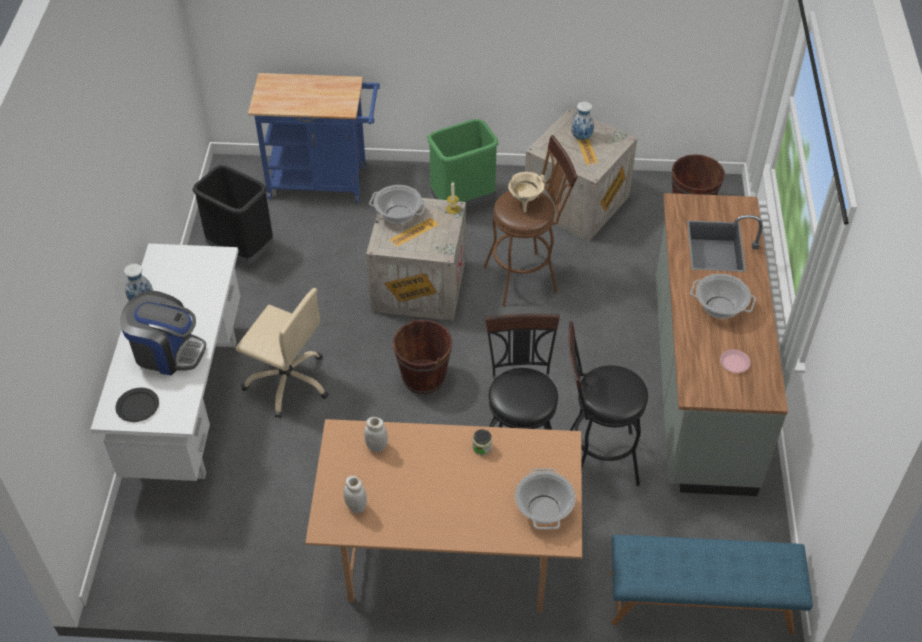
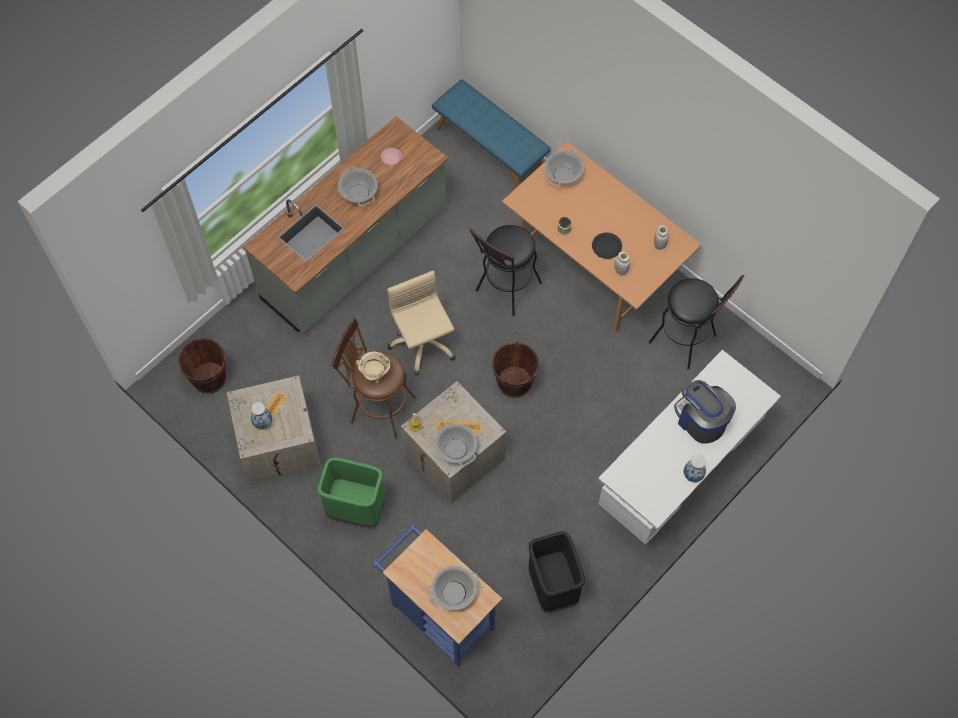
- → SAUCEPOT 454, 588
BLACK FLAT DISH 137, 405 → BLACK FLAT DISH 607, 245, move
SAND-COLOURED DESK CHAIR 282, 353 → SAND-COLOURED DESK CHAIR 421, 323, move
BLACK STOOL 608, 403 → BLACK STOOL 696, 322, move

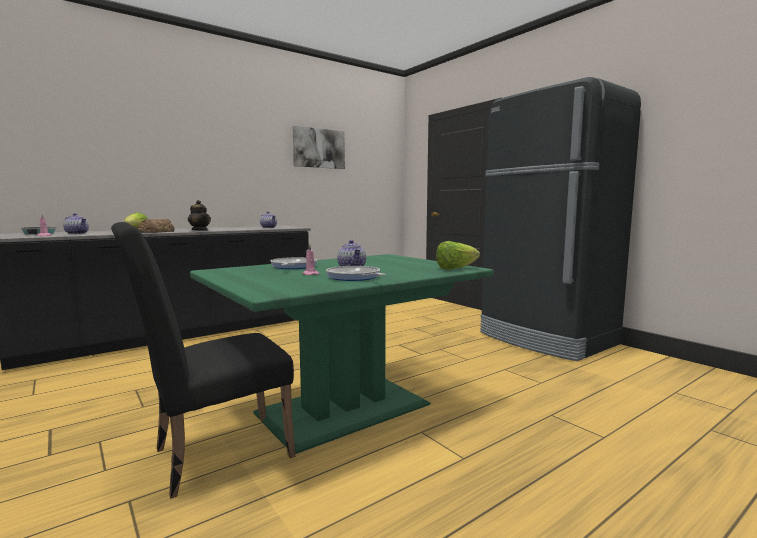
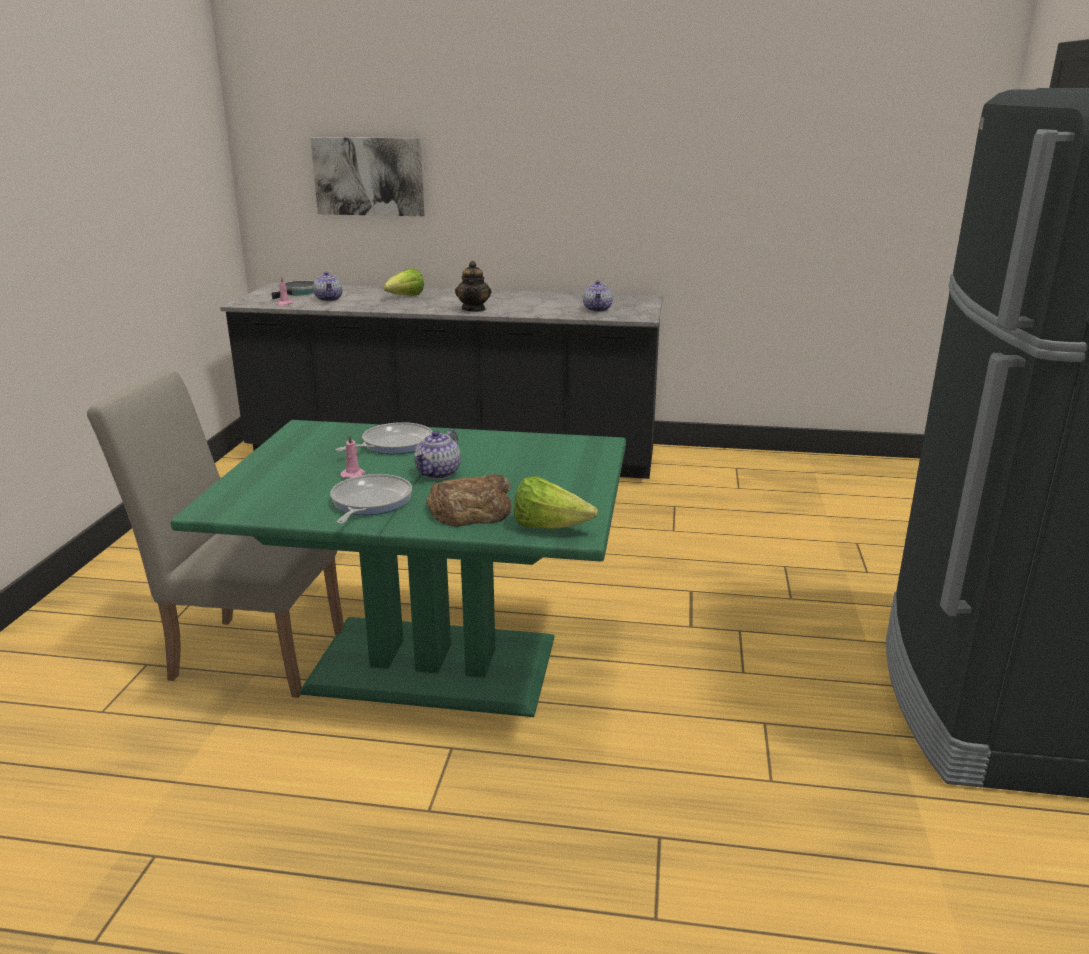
BREAD 155, 226 → BREAD 469, 500, move
WALL ART 319, 147 → WALL ART 367, 176, move
BLACK UPRIGHT CHAIR 203, 360 → SAND-COLOURED UPRIGHT CHAIR 215, 533

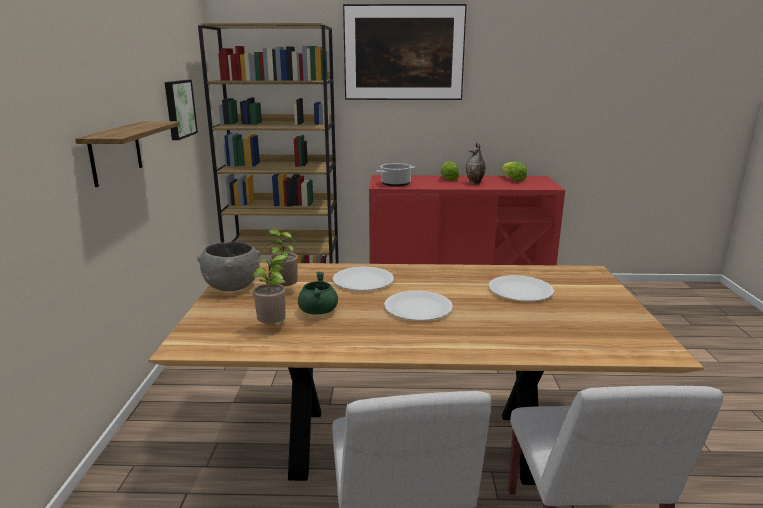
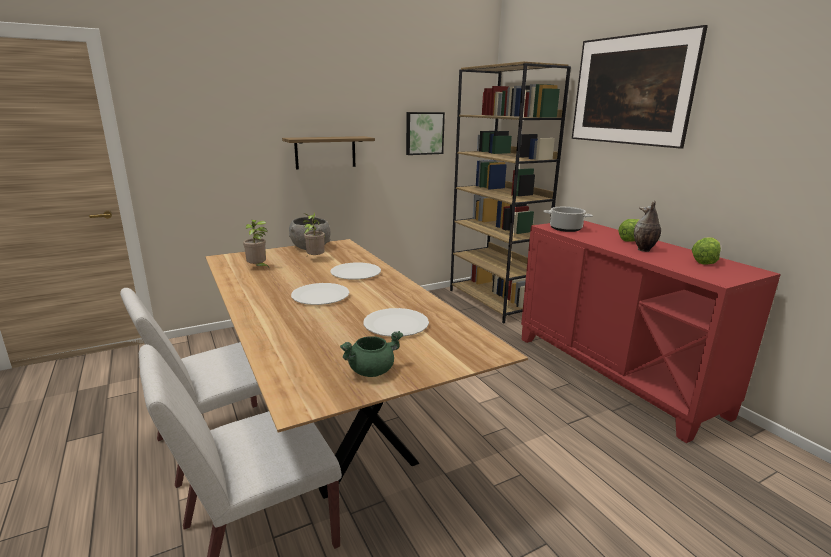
GREEN SAUCEPOT 318, 293 → GREEN SAUCEPOT 371, 354, move

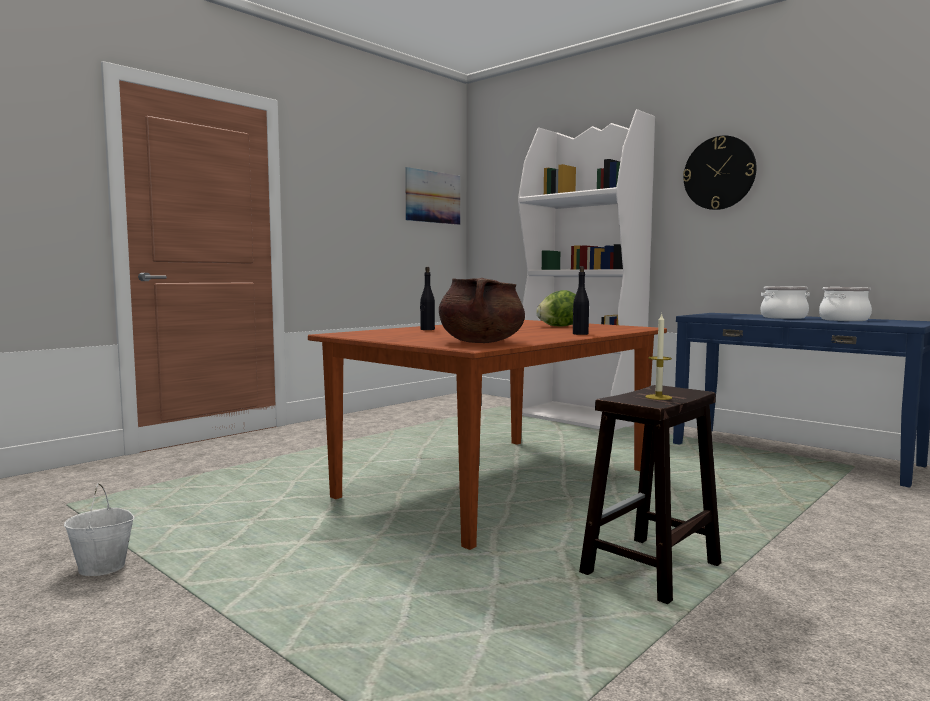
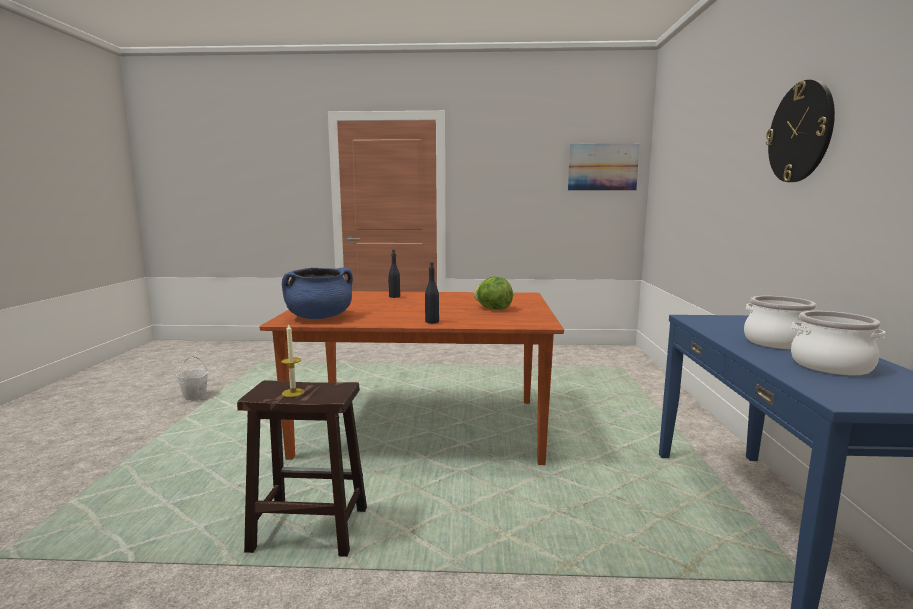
WHITE BOOKCASE 586, 269 → -
BROWN SAUCEPOT 482, 310 → BLUE-COLOURED SAUCEPOT 317, 293

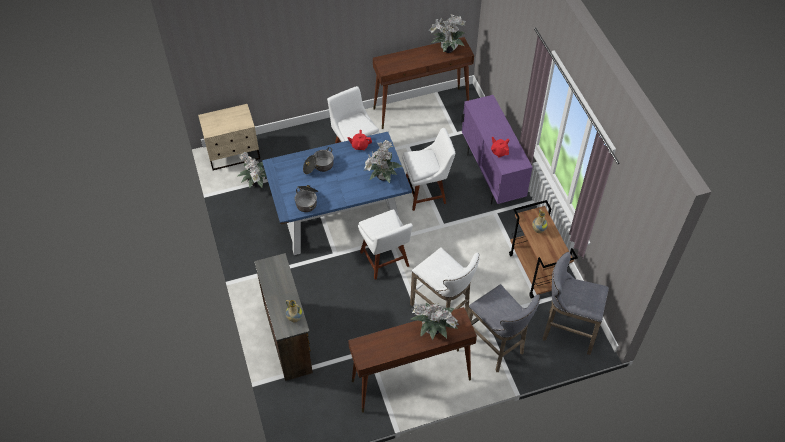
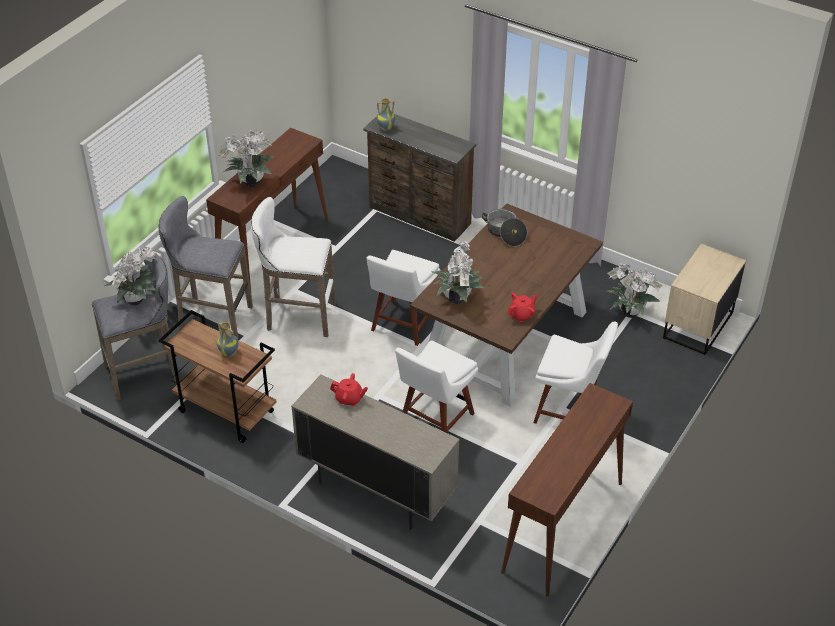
SAUCEPOT 318, 160 → -
POTTED PLANT 447, 33 → POTTED PLANT 130, 276, move
BLUE-COLOURED DINNER TABLE 337, 193 → BROWN DINNER TABLE 506, 305
PURPLE STORAGE CABINET 497, 149 → SAND-COLOURED STORAGE CABINET 375, 452
WHITE UPRIGHT CHAIR 385, 244 → WHITE UPRIGHT CHAIR 403, 298, 90 degrees counterclockwise

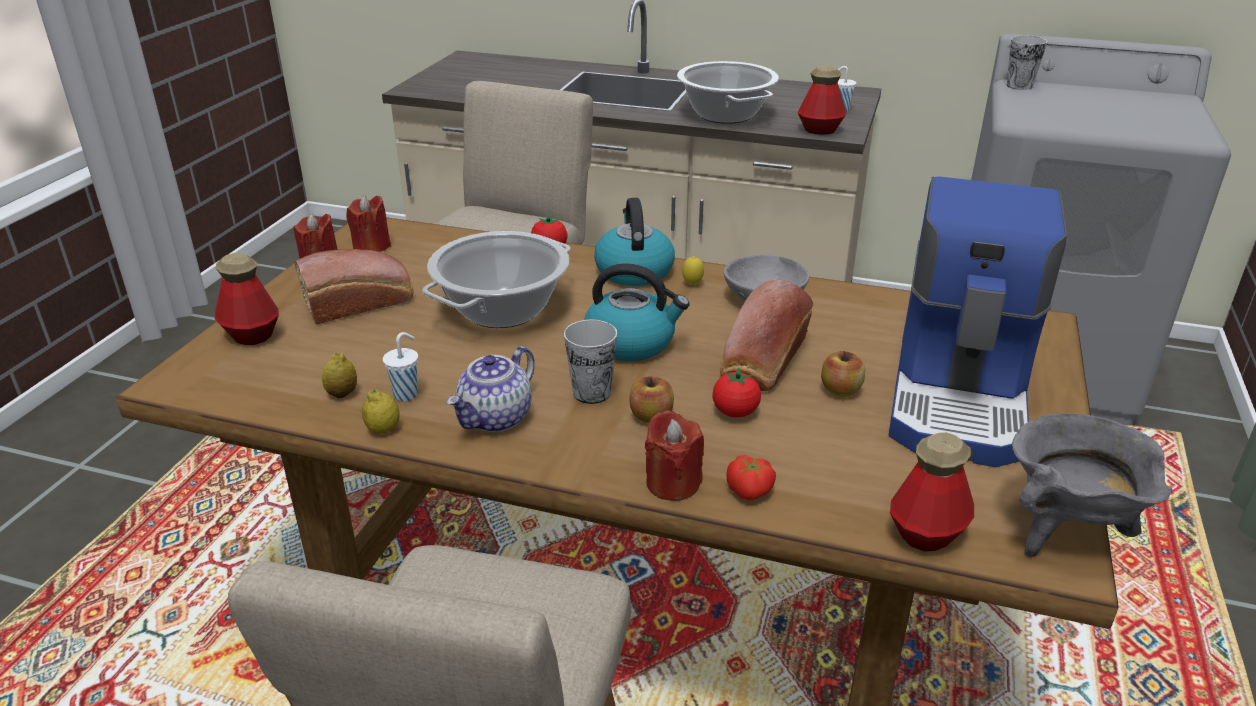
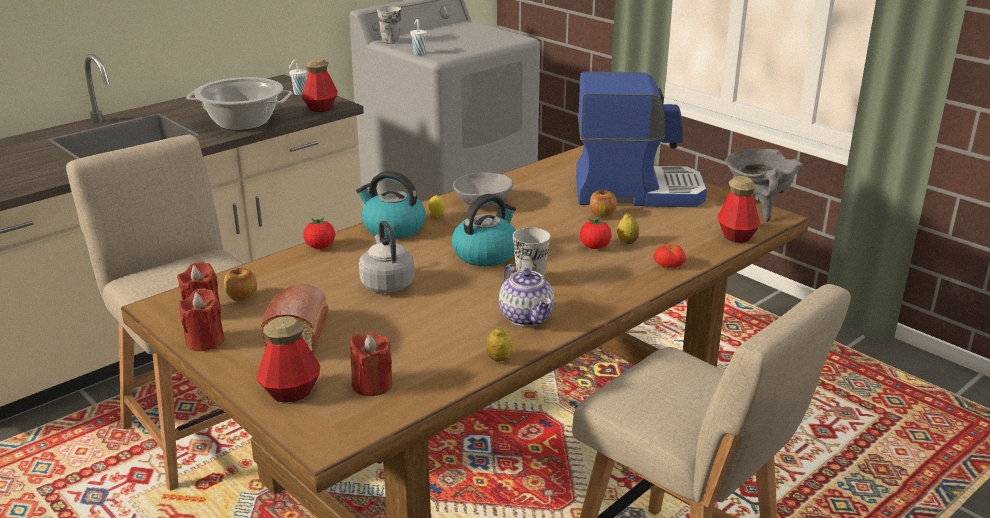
BREAD 766, 335 → -
LEMON 339, 375 → LEMON 628, 228, move
WHITE DRINKING CUP 400, 366 → WHITE DRINKING CUP 418, 37, move
APPLE 652, 400 → APPLE 240, 284, move
RED WAX CANDLE 674, 455 → RED WAX CANDLE 371, 364, move
SAUCEPOT 496, 279 → GREYISH KETTLE 387, 256
COFFEE MAKER 978, 321 → COFFEE MAKER 641, 139, 45 degrees counterclockwise

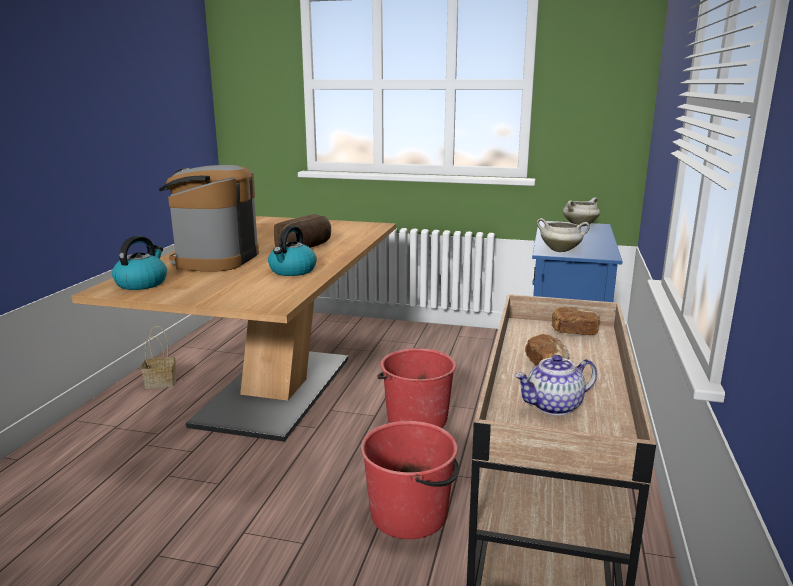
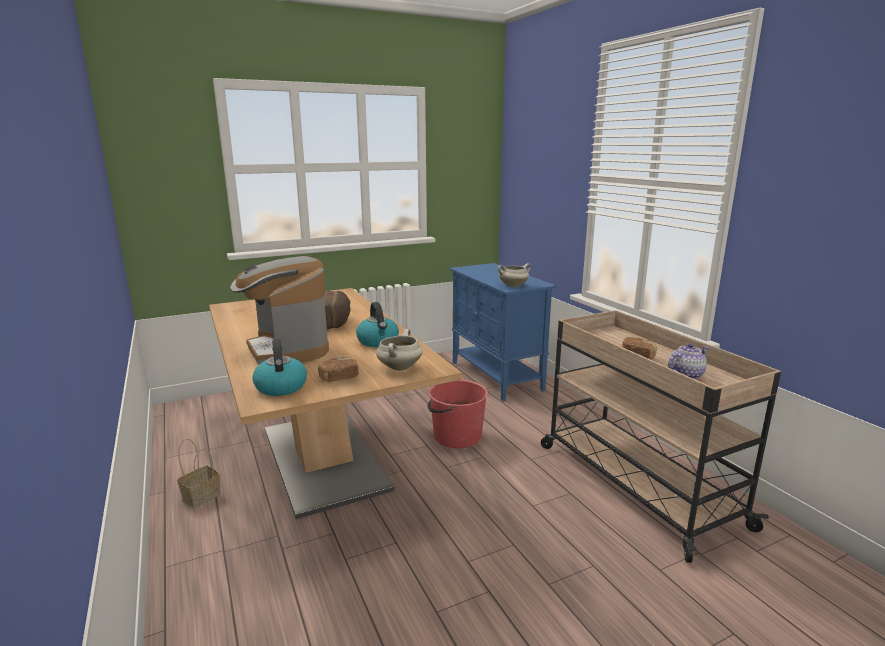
RED PAIL 410, 480 → -
BREAD 576, 321 → BREAD 338, 369, move
WHITE SAUCEPOT 581, 211 → WHITE SAUCEPOT 399, 349, move
TEA POT 555, 385 → TEA POT 688, 361, 150 degrees counterclockwise

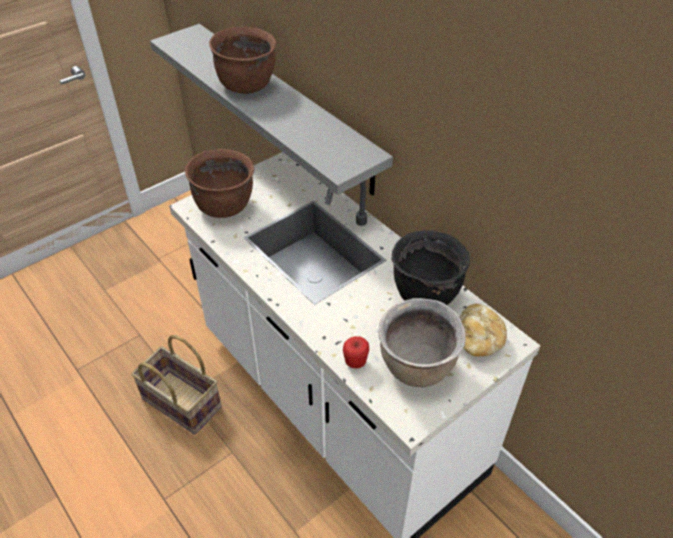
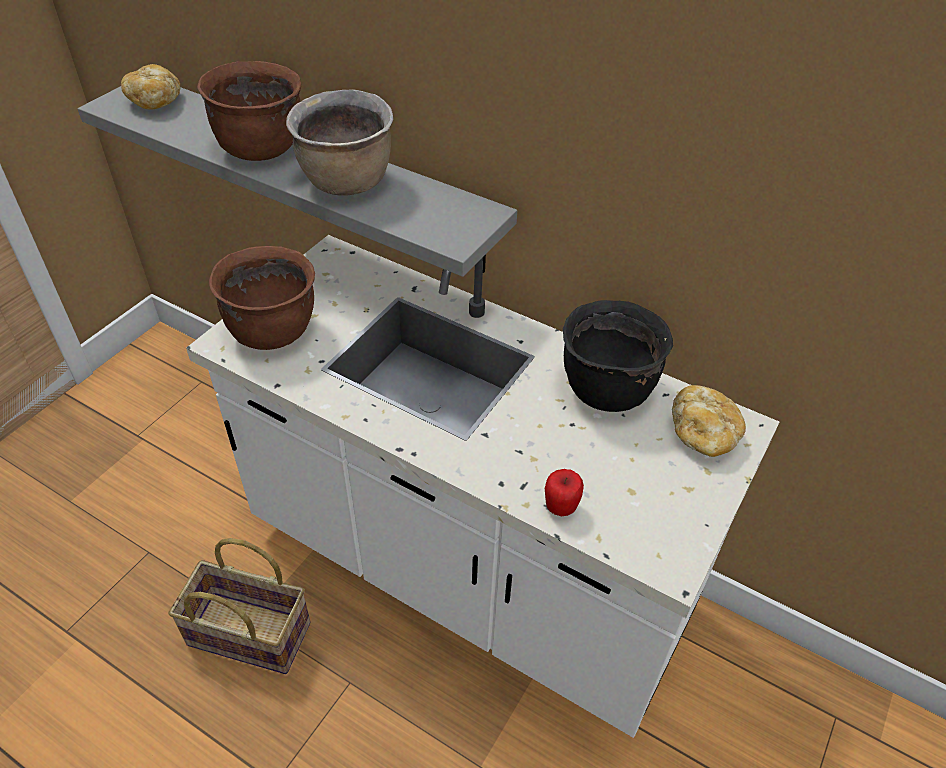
- → BREAD 150, 87
BROWN SAUCEPOT 422, 343 → BROWN SAUCEPOT 339, 142, move

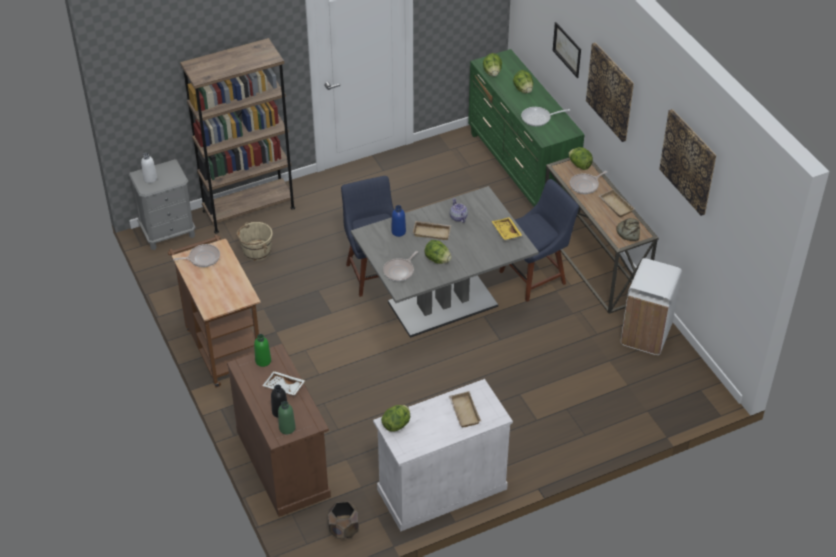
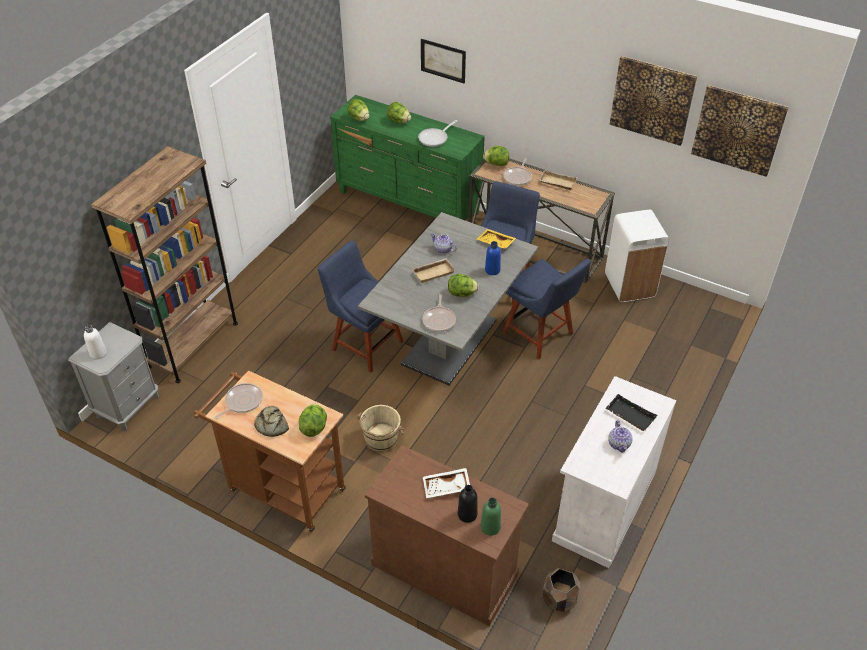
GREEN BOTTLE 262, 350 → -
- → BLUE-COLOURED UPRIGHT CHAIR 547, 309
- → TEA POT 620, 436
SAND-COLOURED PAIL 254, 241 → SAND-COLOURED PAIL 380, 428, move
HEAD OF LETTUCE 395, 418 → HEAD OF LETTUCE 313, 420, move
BLUE-COLOURED BOTTLE 398, 221 → BLUE-COLOURED BOTTLE 493, 258, move
WALL ART 610, 92 → WALL ART 740, 131, move
BREAD 628, 229 → BREAD 271, 421, move
SAND-COLOURED TRAY 465, 409 → BLACK TRAY 631, 412

